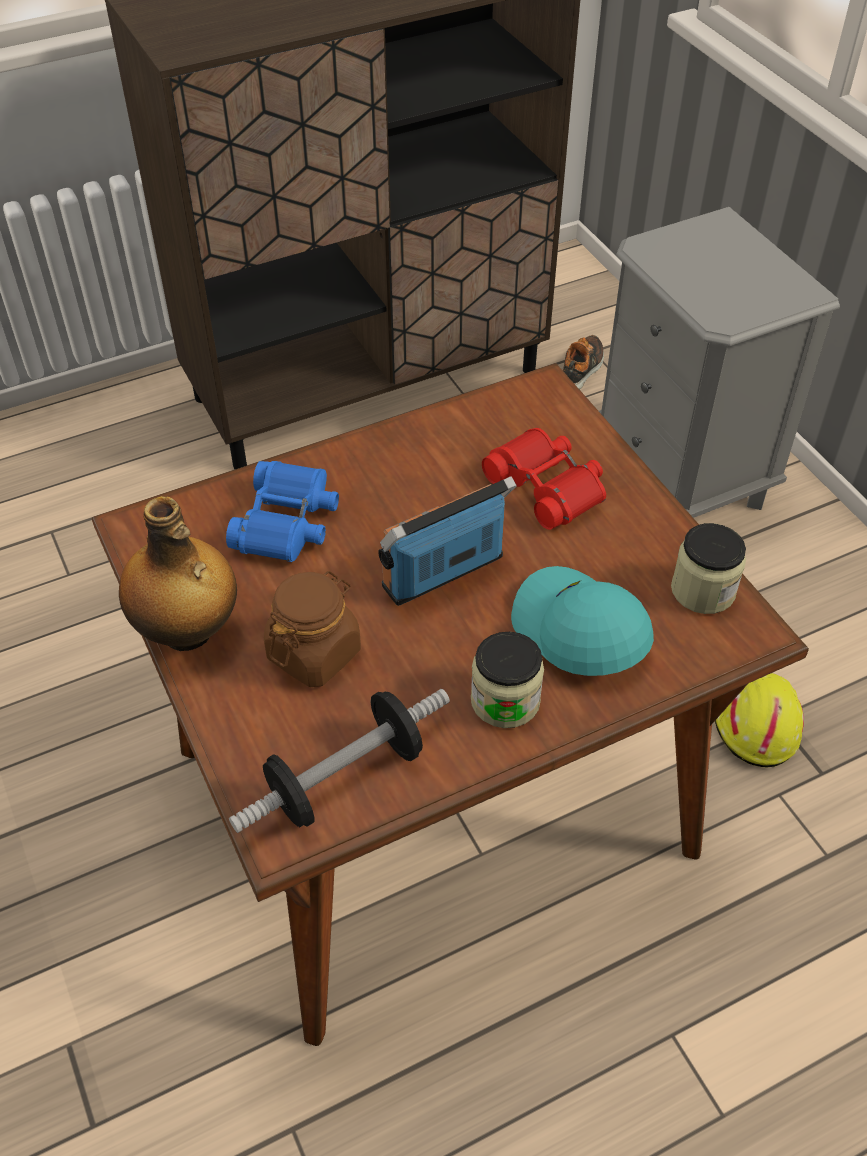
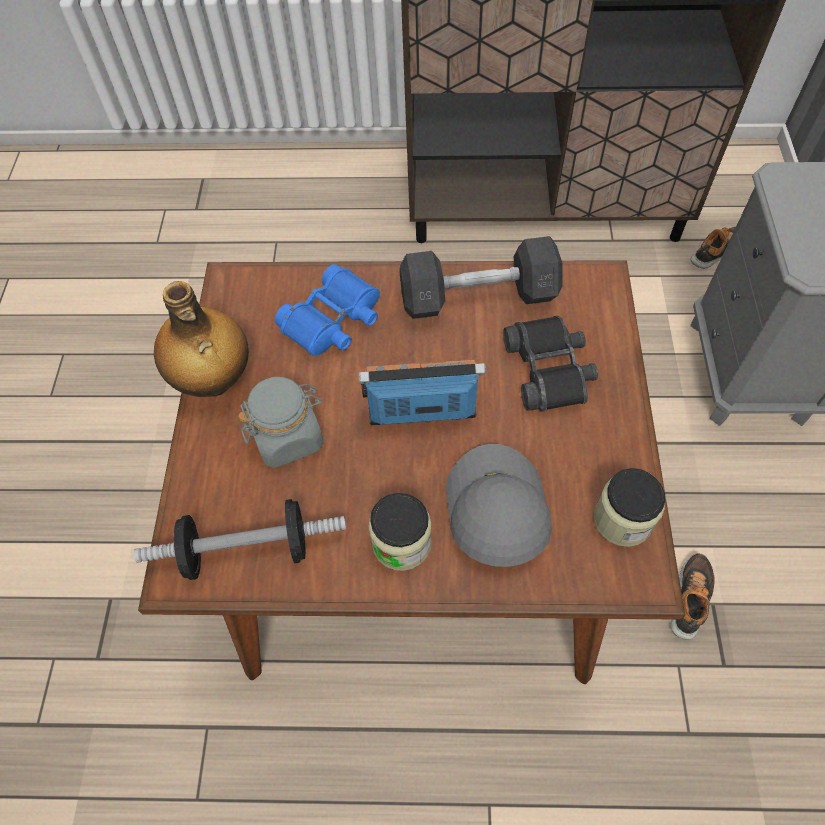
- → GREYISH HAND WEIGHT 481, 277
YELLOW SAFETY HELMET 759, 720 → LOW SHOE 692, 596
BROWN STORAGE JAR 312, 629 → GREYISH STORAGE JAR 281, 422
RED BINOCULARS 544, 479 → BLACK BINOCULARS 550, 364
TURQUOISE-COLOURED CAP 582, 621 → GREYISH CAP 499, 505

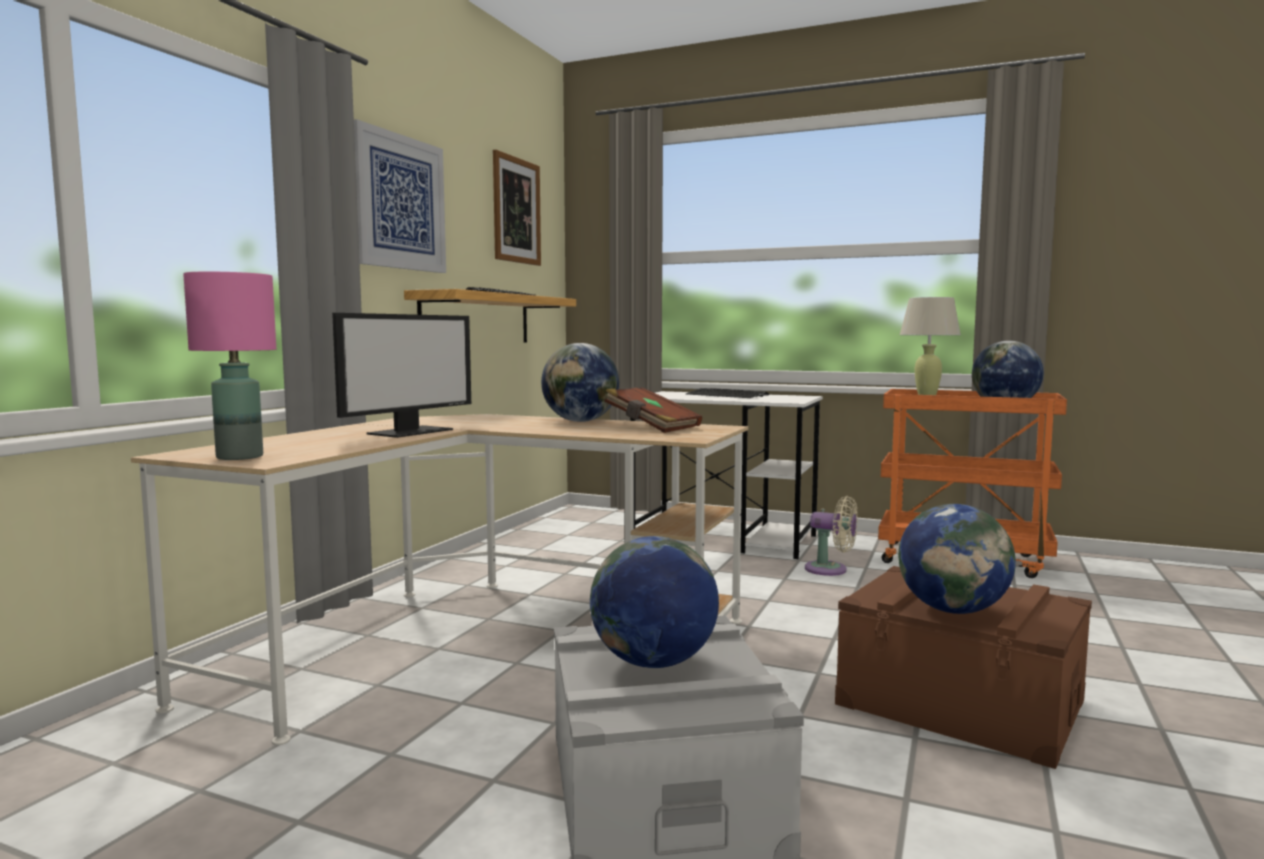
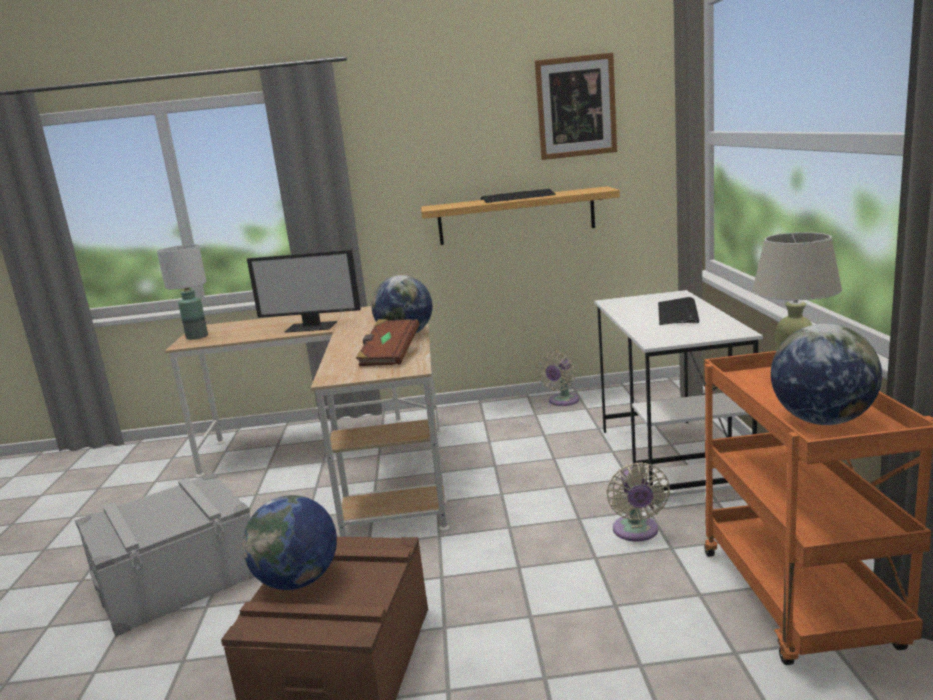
WALL ART 400, 196 → -
GLOBE 654, 602 → -
- → SAND-COLOURED FAN 558, 378
PINKISH LAMP FOR A TABLE 229, 366 → WHITE LAMP FOR A TABLE 182, 292

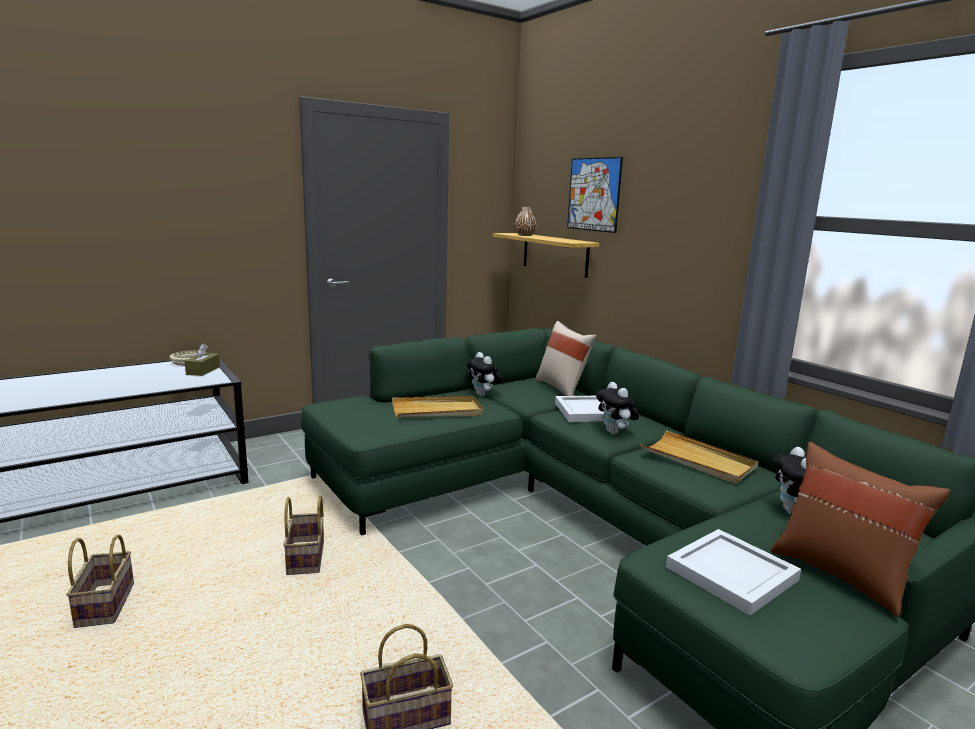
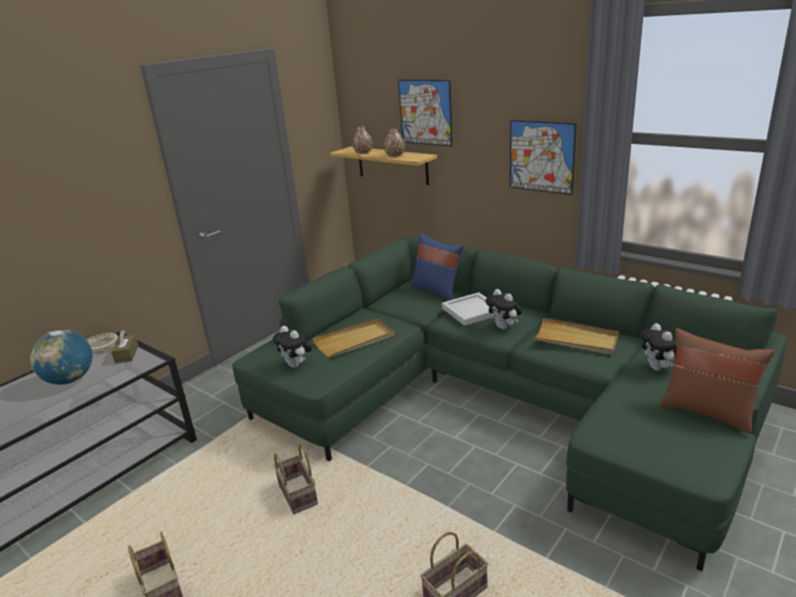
WHITE TRAY 733, 572 → -
- → GLOBE 61, 357
- → BROWN FLOWER VASE 394, 142
- → WALL ART 543, 157
SOFT TOY 484, 374 → SOFT TOY 292, 347, move
SAND-COLOURED PILLOW 566, 358 → BLUE-COLOURED PILLOW 437, 267

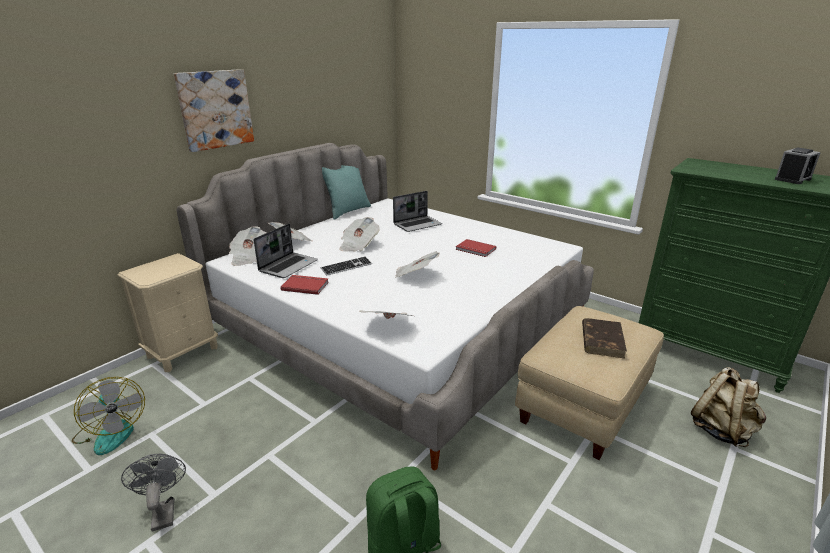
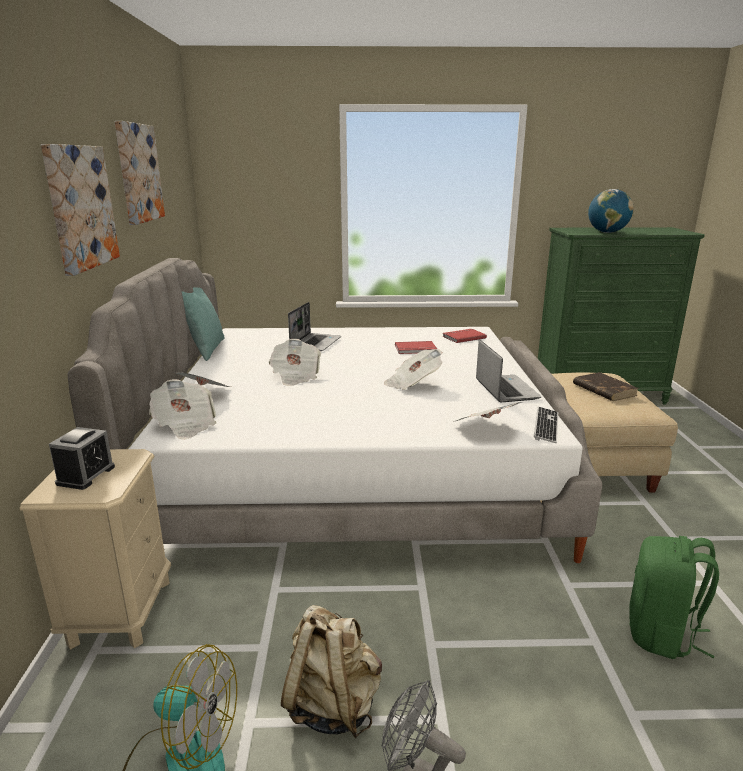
- → WALL ART 139, 173
- → GLOBE 611, 211
LAPTOP 286, 251 → LAPTOP 508, 370, move
RED VOLUME 304, 285 → RED VOLUME 464, 336, move
COMPUTER KEYBOARD 346, 266 → COMPUTER KEYBOARD 546, 425, move
SAND-COLOURED BACKPACK 729, 407 → SAND-COLOURED BACKPACK 331, 671, move
BEDSIDE CLOCK 798, 166 → BEDSIDE CLOCK 82, 458, move

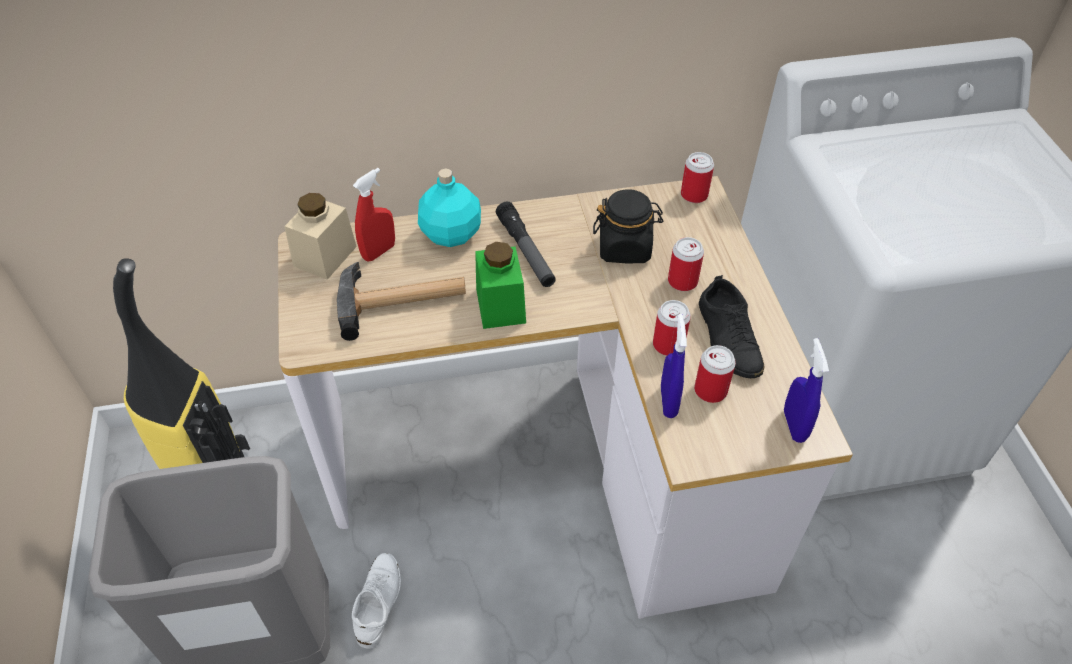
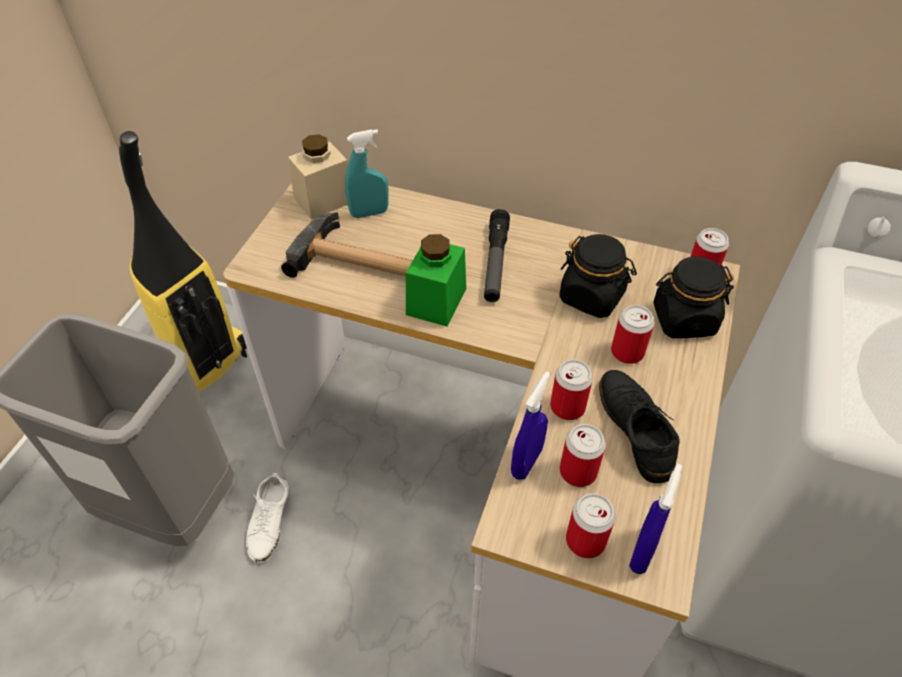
TURQUOISE-COLOURED BOTTLE 449, 208 → -
- → CAN 591, 525
- → BLACK STORAGE JAR 693, 297
RED SPRAYER 374, 214 → TURQUOISE-COLOURED SPRAYER 367, 173
WHITE LOW SHOE 377, 600 → WHITE LOW SHOE 268, 518, 150 degrees clockwise
BLACK LOW SHOE 731, 326 → BLACK LOW SHOE 639, 426, 150 degrees clockwise

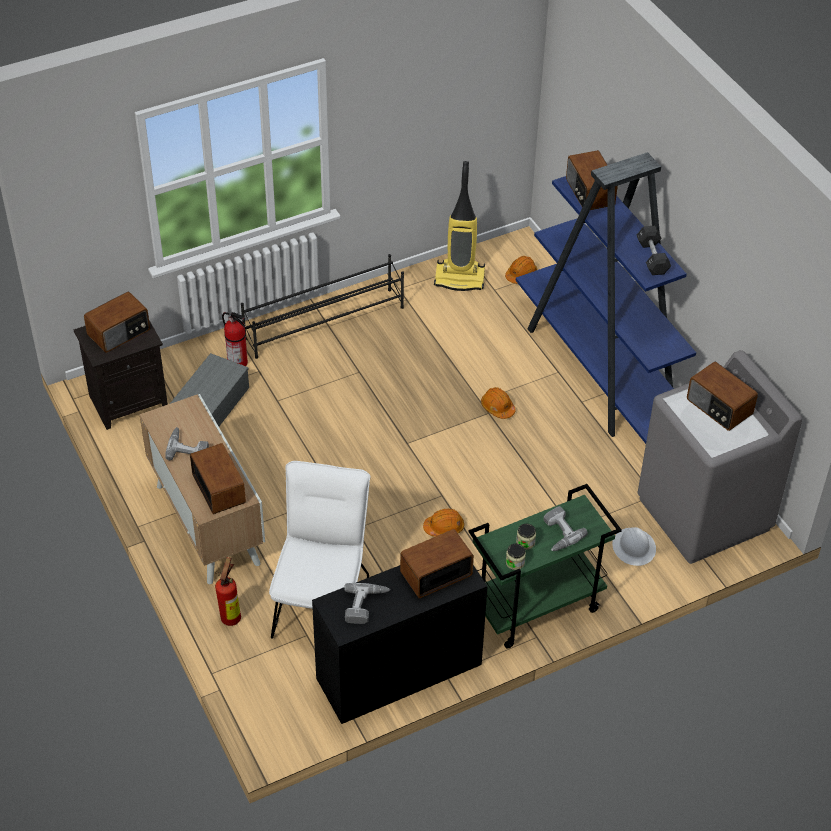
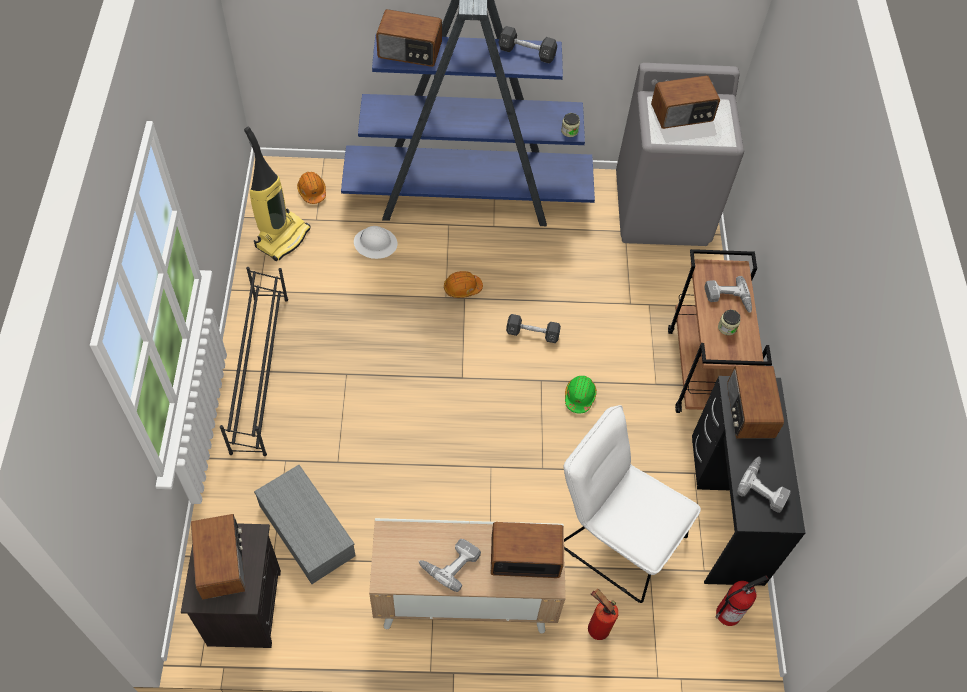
- → BLACK HAND WEIGHT 533, 328
EXTINGUISHER 235, 339 → EXTINGUISHER 742, 601, move
STORAGE JAR 516, 557 → STORAGE JAR 570, 125, move
WHITE SAFETY HELMET 634, 546 → WHITE SAFETY HELMET 376, 242, move
ORANGEY SAFETY HELMET 443, 523 → GREEN SAFETY HELMET 581, 394
GREEN CART 545, 566 → BROWN CART 720, 331

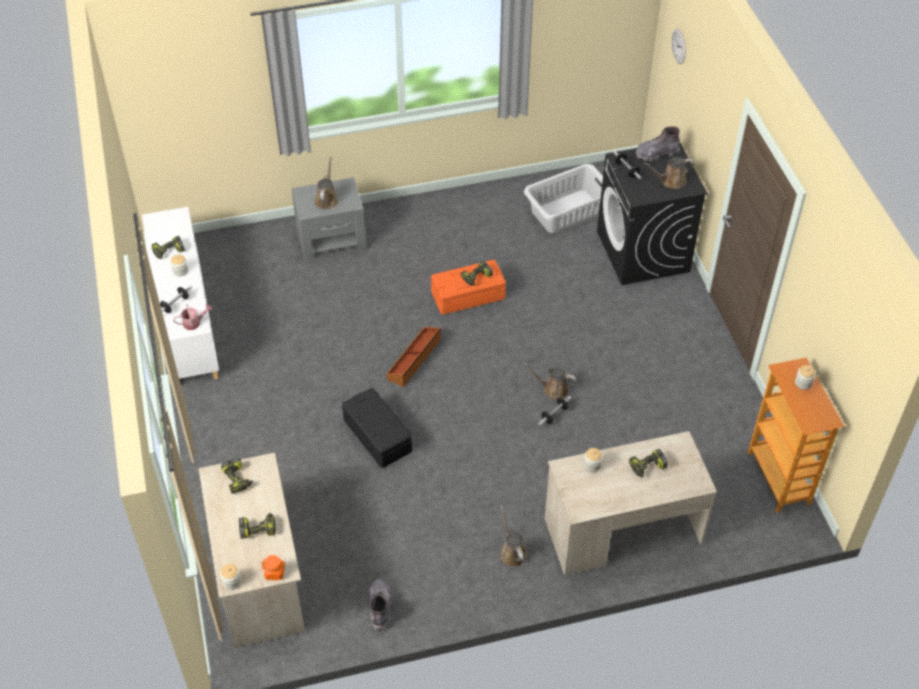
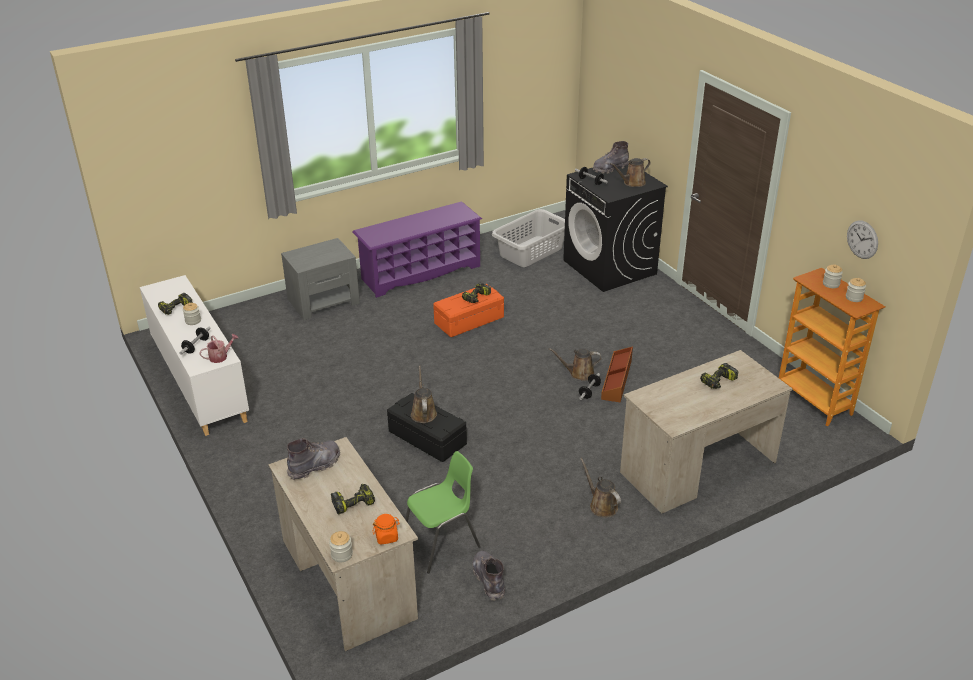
- → PURPLE SHOE STAND 417, 250
- → GREEN UPRIGHT CHAIR 443, 512
BROWN WATERING CAN 326, 183 → BROWN WATERING CAN 424, 394, move
BROWN STORAGE BOX 414, 357 → BROWN STORAGE BOX 617, 374, move
STORAGE JAR 593, 460 → STORAGE JAR 856, 290, move
CLOCK ON THE WALL 679, 46 → CLOCK ON THE WALL 862, 239, move
ELECTRIC DRILL 237, 476 → GREYISH HIGH-TOP BOOT 313, 459

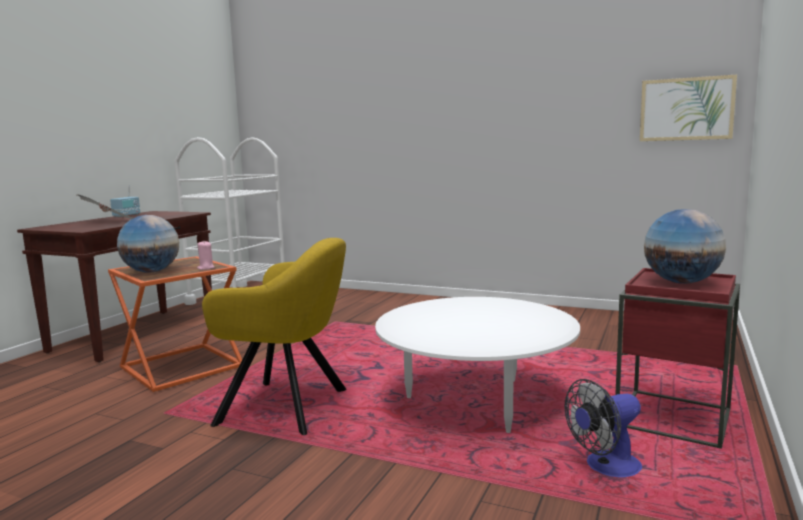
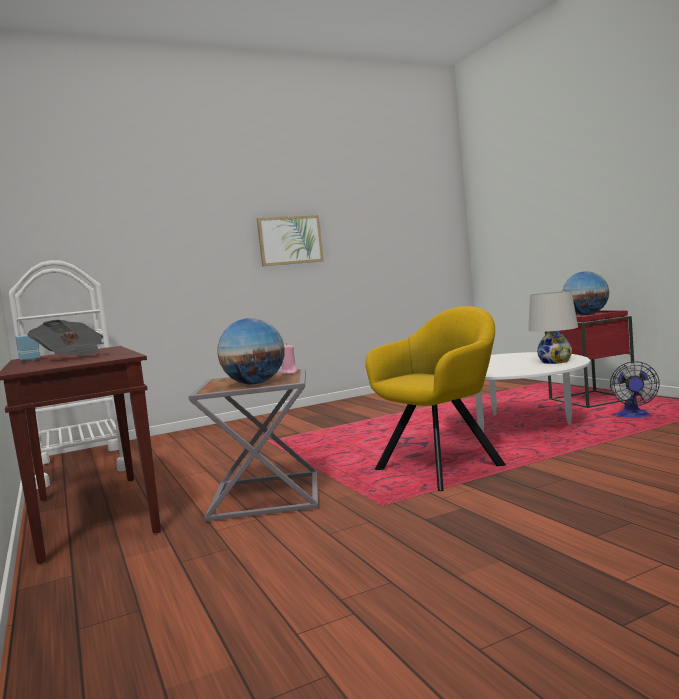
- → WHITE LAMP FOR A TABLE 553, 327
WALL ART 688, 108 → WALL ART 290, 240, move
ORANGEY ACCENT TABLE 175, 324 → GREYISH ACCENT TABLE 253, 445

